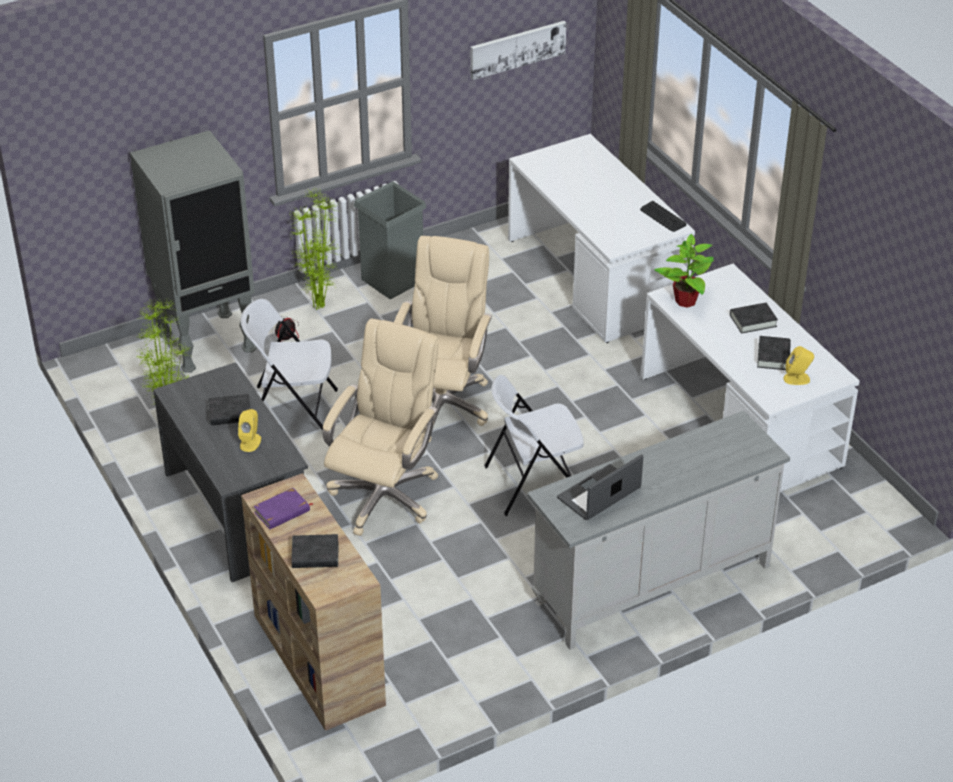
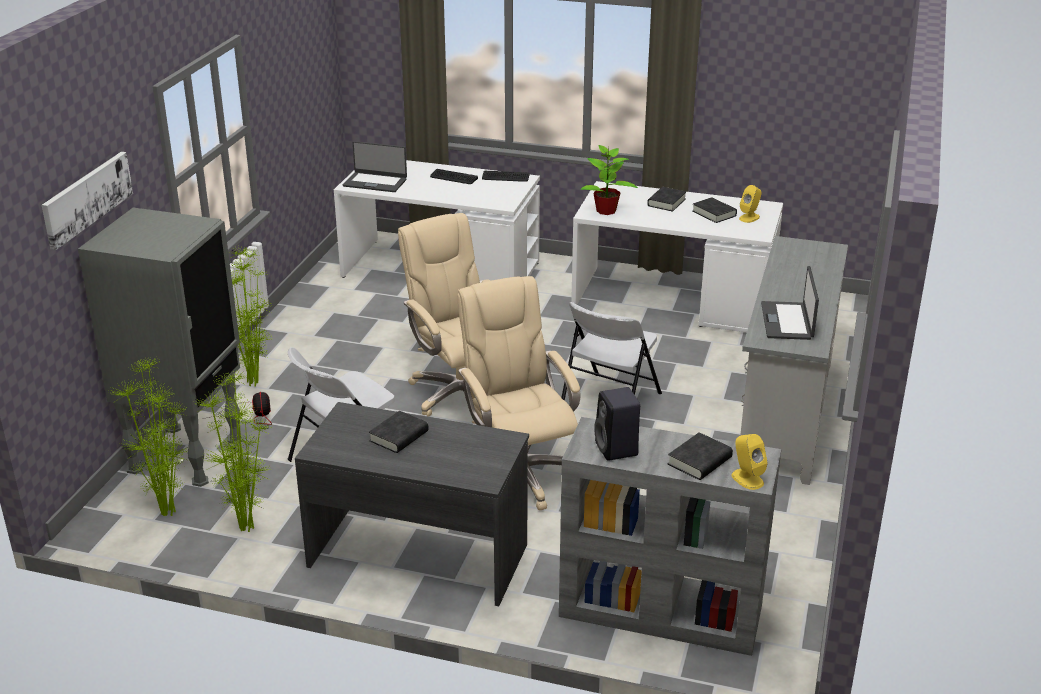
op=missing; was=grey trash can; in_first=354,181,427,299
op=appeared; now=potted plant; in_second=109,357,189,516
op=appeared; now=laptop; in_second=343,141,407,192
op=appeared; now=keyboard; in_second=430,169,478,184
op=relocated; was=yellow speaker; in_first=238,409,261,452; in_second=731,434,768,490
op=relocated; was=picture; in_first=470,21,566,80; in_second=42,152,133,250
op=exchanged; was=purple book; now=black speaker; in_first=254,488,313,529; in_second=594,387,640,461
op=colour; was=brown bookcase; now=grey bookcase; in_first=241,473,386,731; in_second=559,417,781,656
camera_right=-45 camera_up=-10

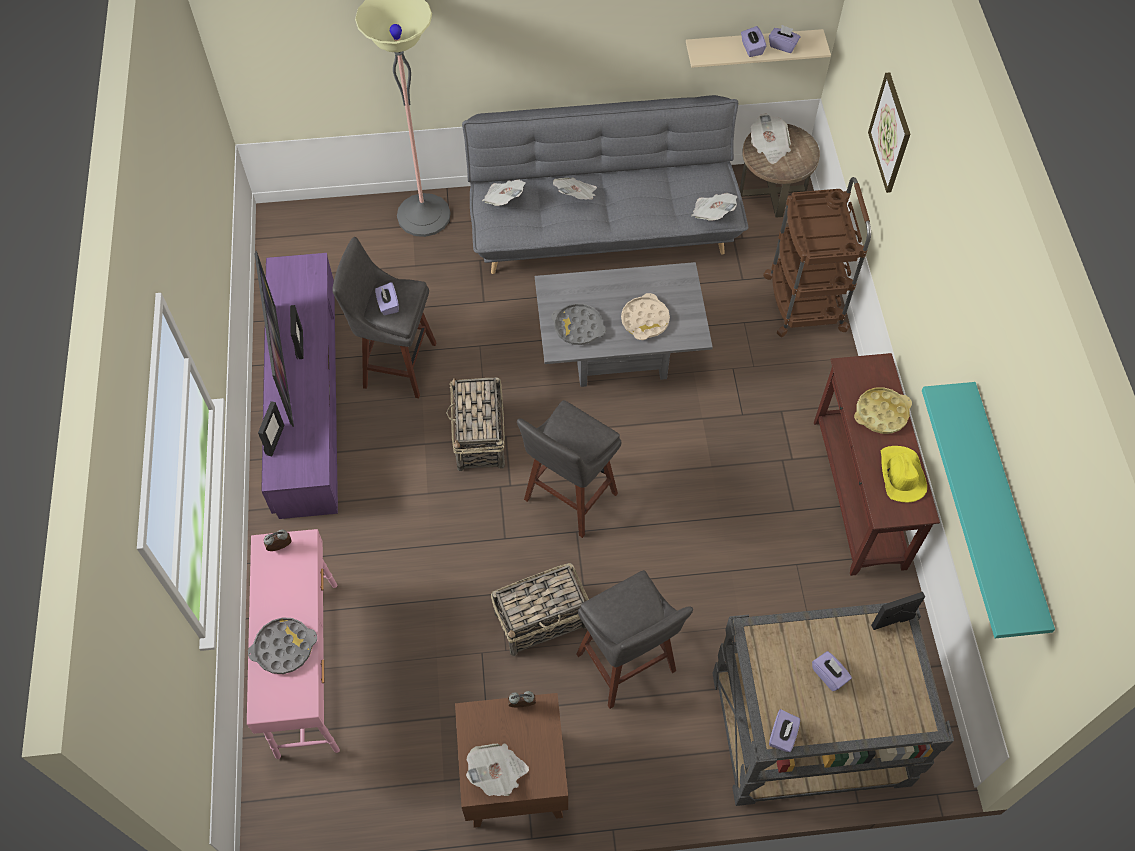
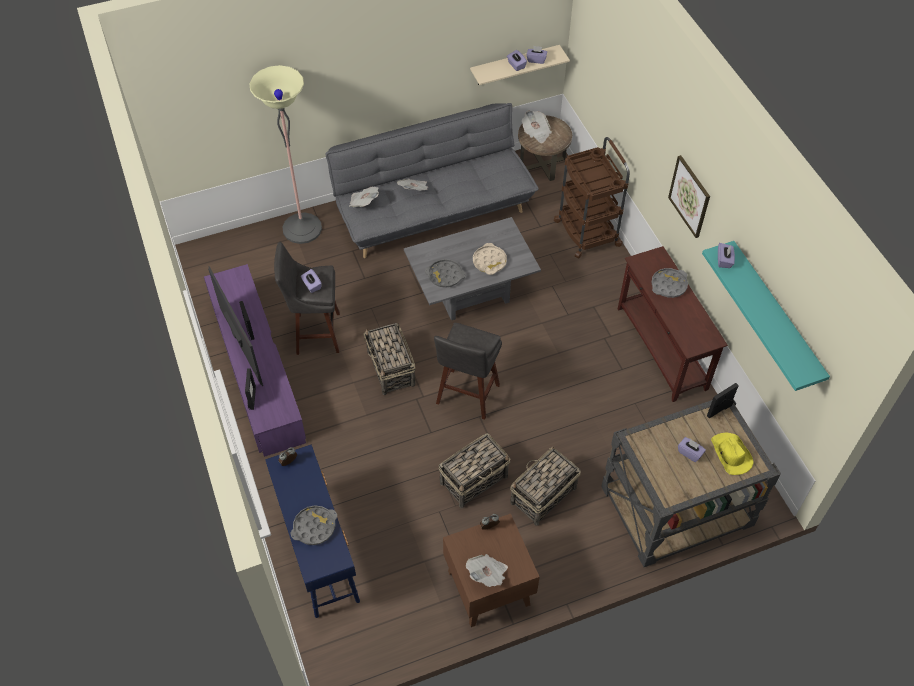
op=missing; was=newspaper; in_first=691,193,737,221
op=relocated; was=purple tissue box; in_first=769,709,800,752; in_second=718,243,735,268
op=relocated; was=picture; in_first=868,72,910,193; in_second=668,155,710,238
op=relocated; was=yellow hat; in_first=881,446,927,503; in_second=711,433,754,475
op=exchanged; was=grey stool; now=basket; in_first=576,570,693,709; in_second=510,446,581,526
op=colour; was=pink console table; now=blue console table; in_first=247,529,340,759; in_second=265,445,360,618
op=colour; was=yellow tray; now=grey tray; in_first=854,387,912,434; in_second=651,268,688,298
camera_right=-15 camera_up=-5

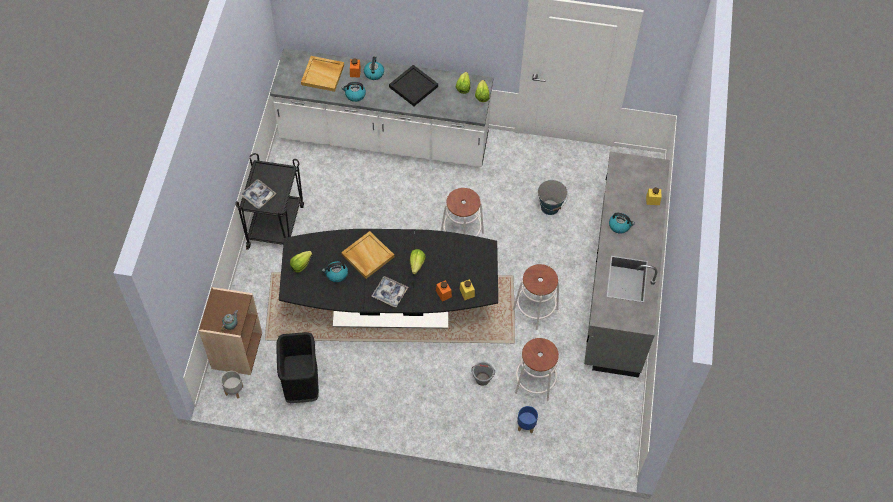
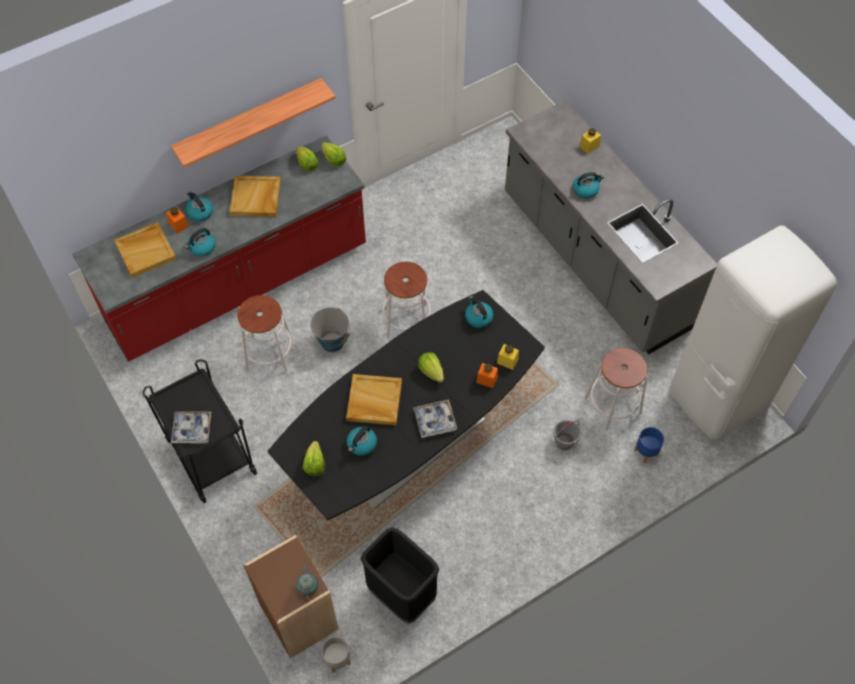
op=appeared; now=shelf; in_second=171,78,336,168
op=appeared; now=kettle; in_second=465,296,493,328
op=appeared; now=white fridge; in_second=670,225,837,439
op=relocated; was=white stool; in_first=513,264,559,330; in_second=237,295,292,372
op=relocated; was=bucket; in_first=538,180,568,215; in_second=310,307,350,352
op=colour; was=white counter; now=red counter; in_first=270,48,493,167; in_second=72,135,366,362
op=colour; was=black tray; now=beige tray; in_first=389,65,438,106; in_second=230,176,281,217
camera_right=-40 camera_up=0

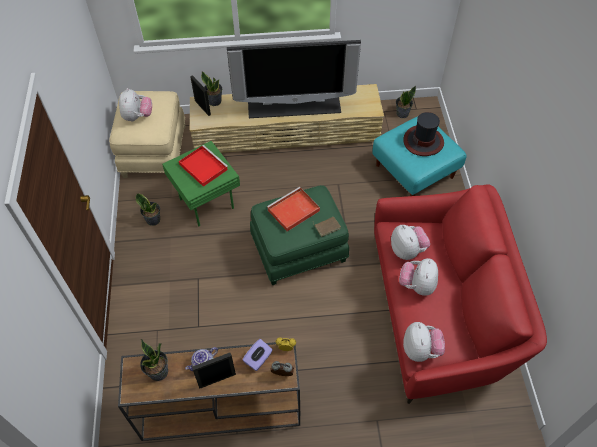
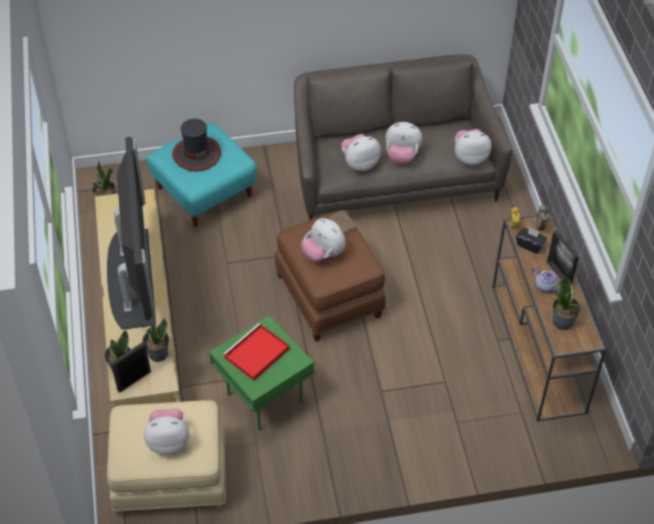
op=relocated; was=potted plant; in_first=135,193,160,226; in_second=142,318,169,362
op=exchanged; was=red tray; now=plush toy; in_first=267,187,320,232; in_second=301,218,346,262
op=colour; was=purple tissue box; now=black tissue box; in_first=242,339,273,371; in_second=516,227,547,254
op=colour; was=green ottoman; now=brown ottoman; in_first=250,185,349,285; in_second=275,211,386,342
op=colour; was=red sofa; now=grey sofa; in_first=374,184,547,404; in_second=294,54,512,220
camera_right=-95 camera_up=-5

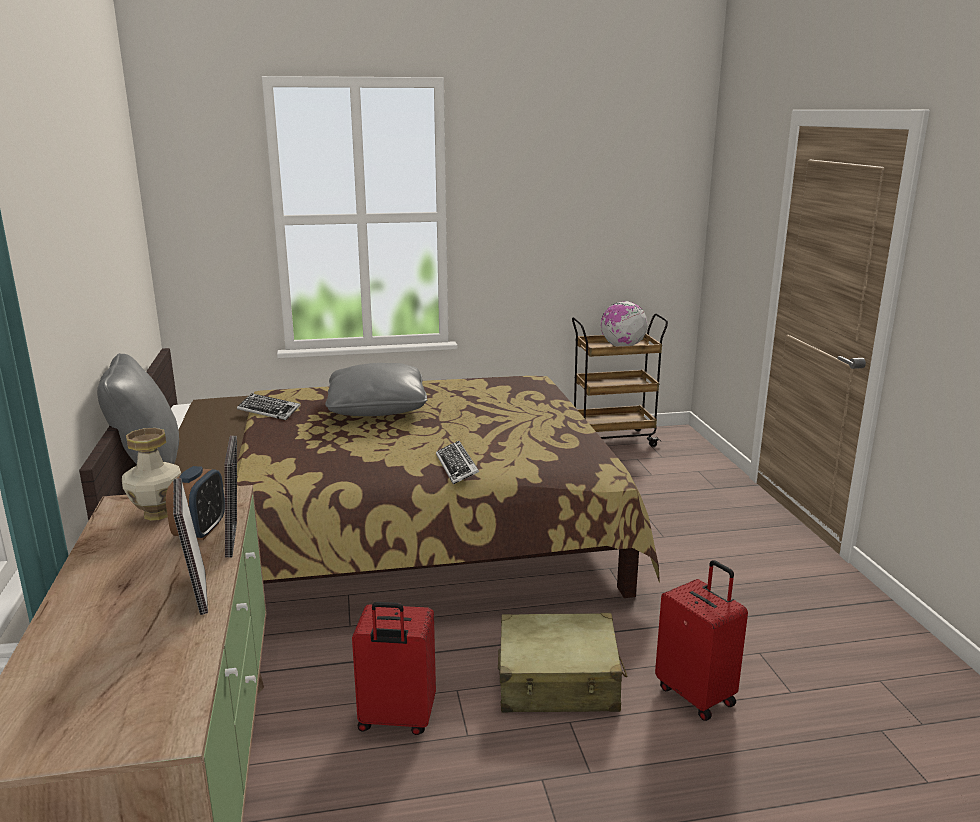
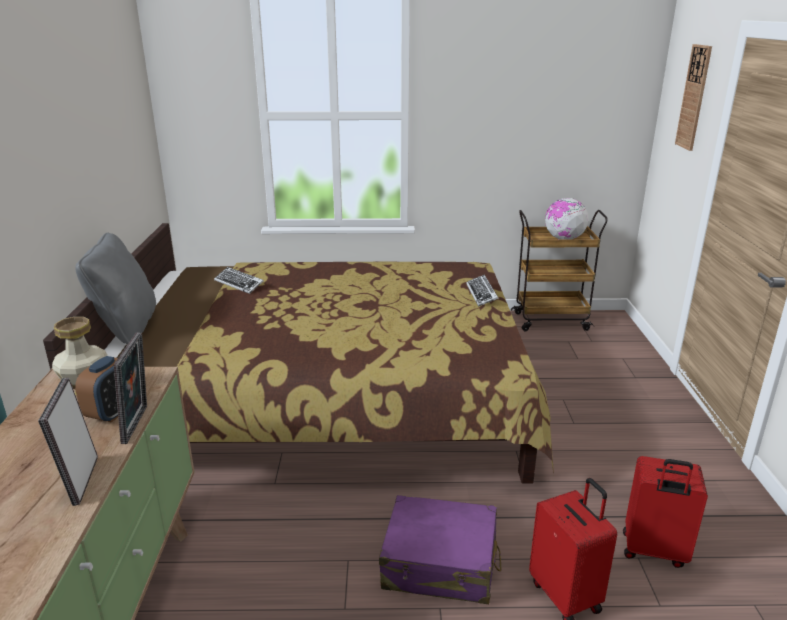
op=missing; was=grey pillow; in_first=325,363,427,416
op=appeared; now=wall clock; in_second=675,44,712,151
op=relocated; was=red suitcase; in_first=352,602,436,735; in_second=623,456,708,568
op=relocated; was=keyboard; in_first=436,441,479,484; in_second=466,275,498,307
op=colour; was=beige suitcase; now=purple suitcase; in_first=498,613,627,713; in_second=379,495,501,604
camera_right=10 camera_up=5

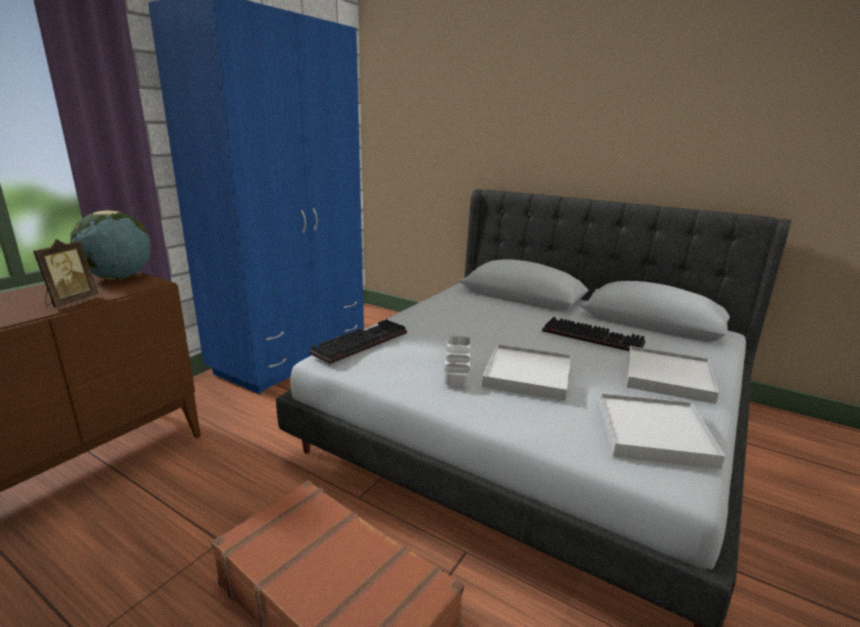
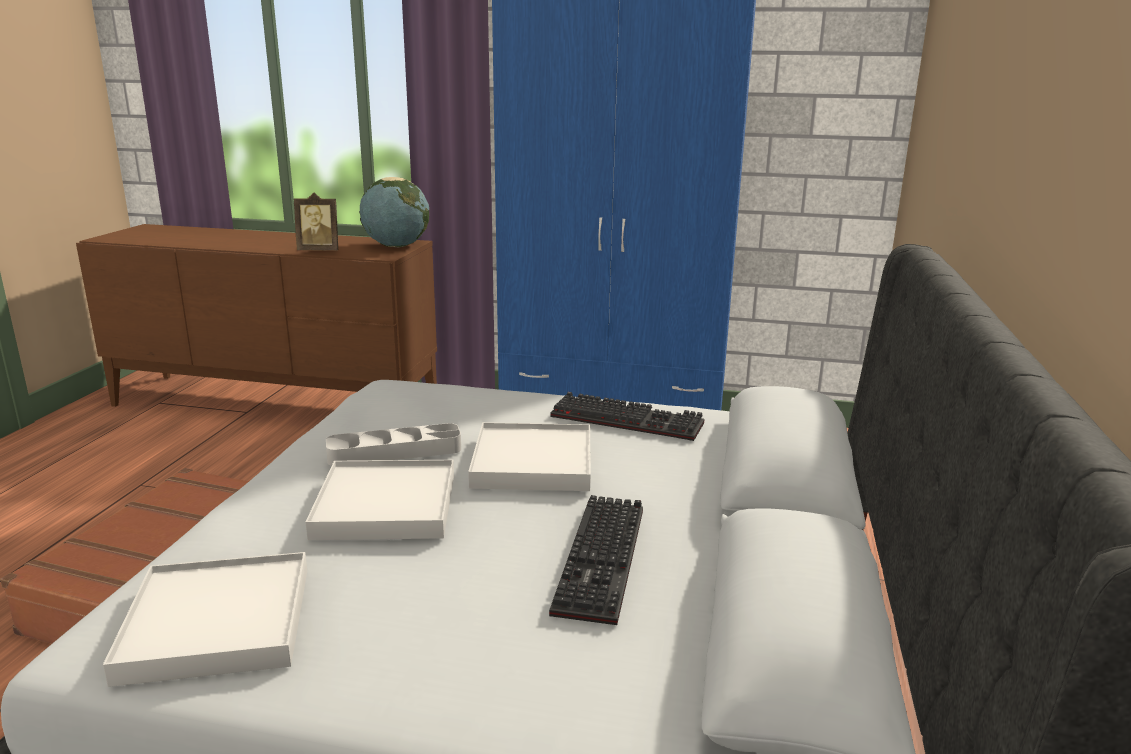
op=relocated; was=keyboard; in_first=310,319,407,364; in_second=551,392,704,441
op=relocated; was=white tray; in_first=627,346,719,404; in_second=468,422,591,491
camera_right=70 camera_up=0

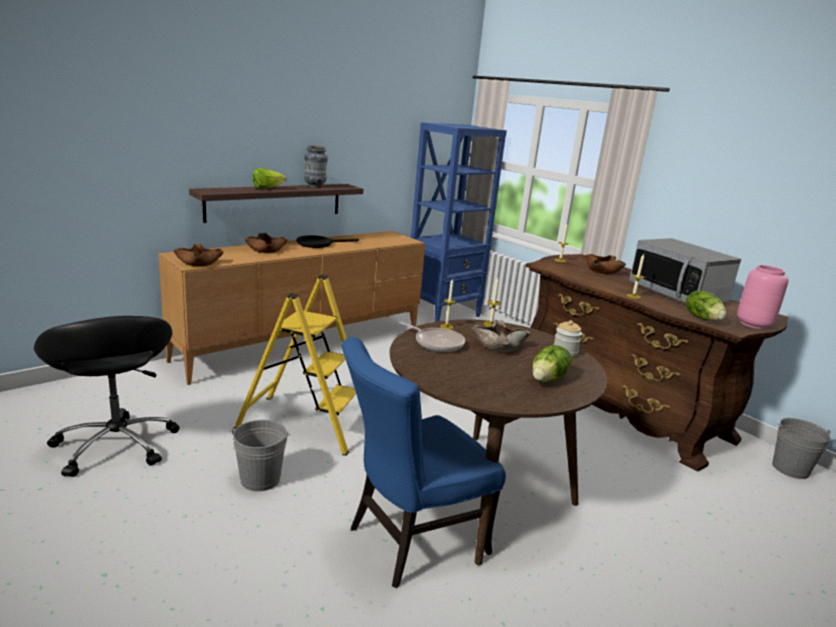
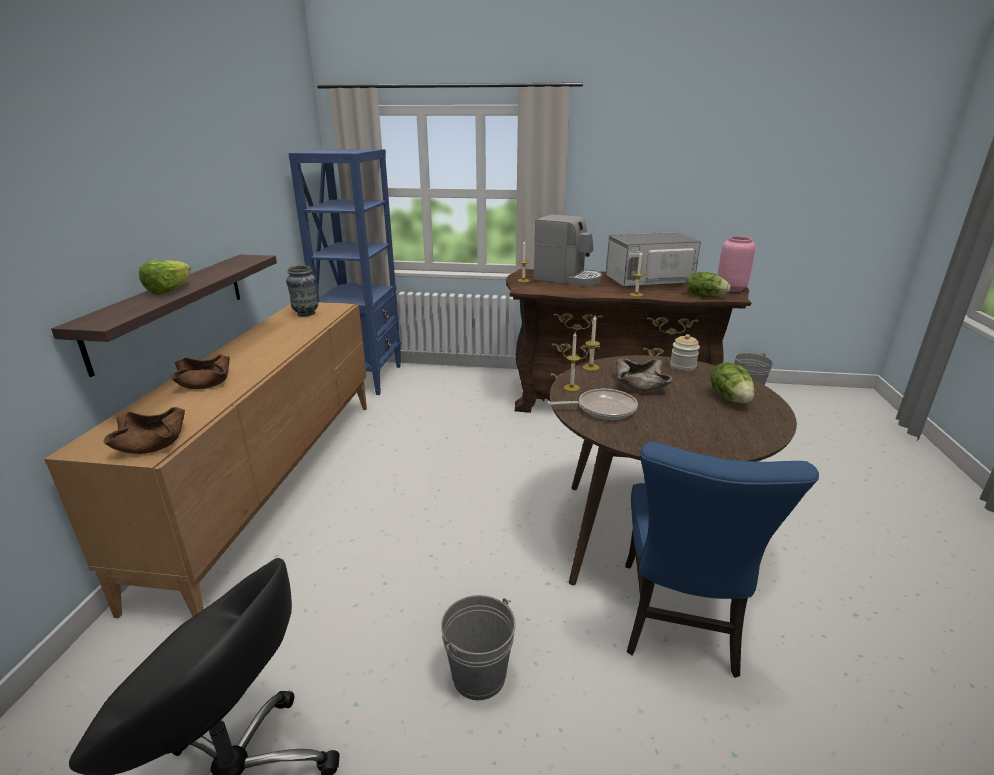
op=missing; was=yellow step ladder; in_first=233,275,356,456
op=missing; was=black frying pan; in_first=297,235,359,248
op=relocated; was=vase; in_first=304,145,328,188; in_second=286,265,318,317
op=exchanged; was=brown bowl; now=coffee machine; in_first=585,254,626,274; in_second=534,214,602,286
op=spun; was=microwave; in_first=629,238,741,303; in_second=606,232,701,287; clockwise=150
camera_right=-40 camera_up=5

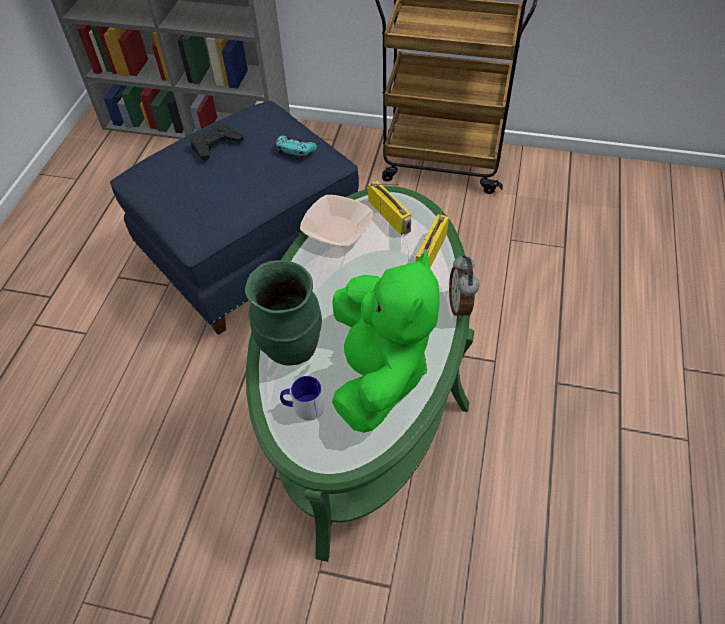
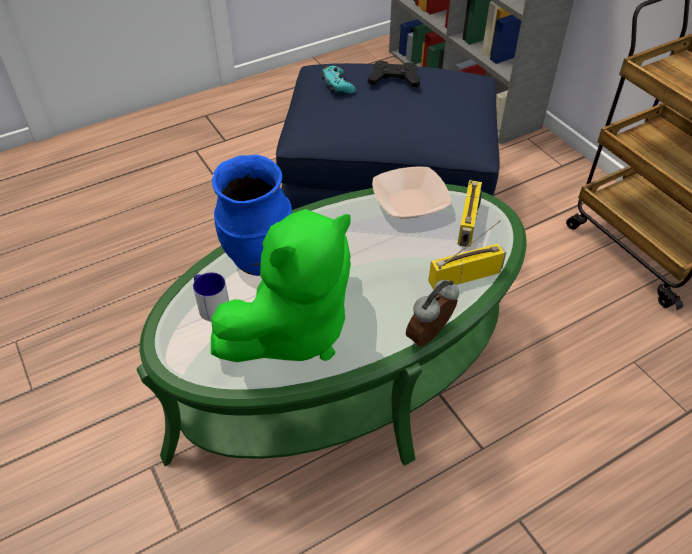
op=relocated; was=turquoise game controller; in_first=276,136,317,159; in_second=322,66,356,93
op=colour; was=green vase; now=blue vase; in_first=245,260,322,366; in_second=212,155,292,276
camera_right=45 camera_up=-5

